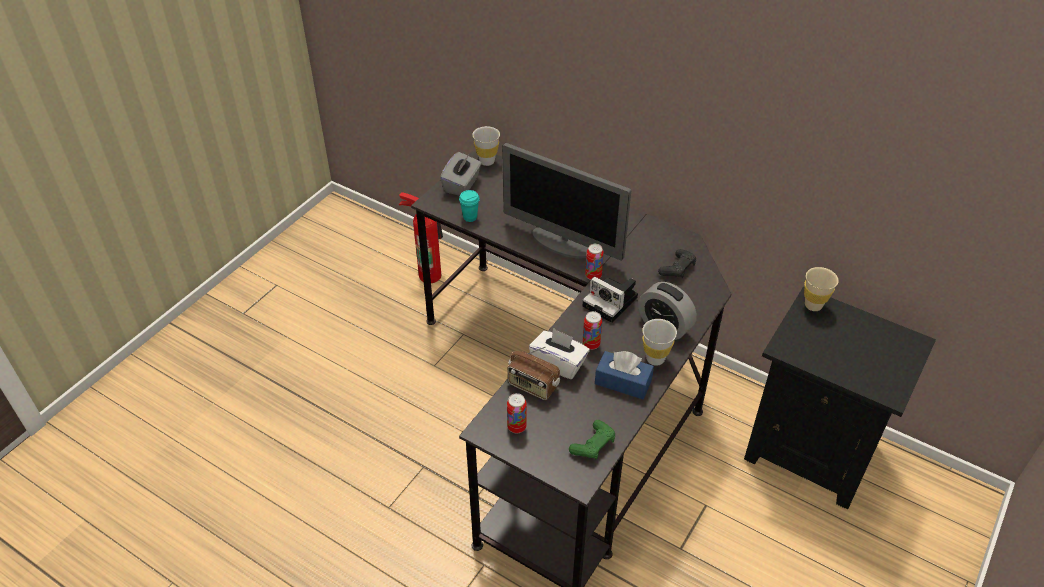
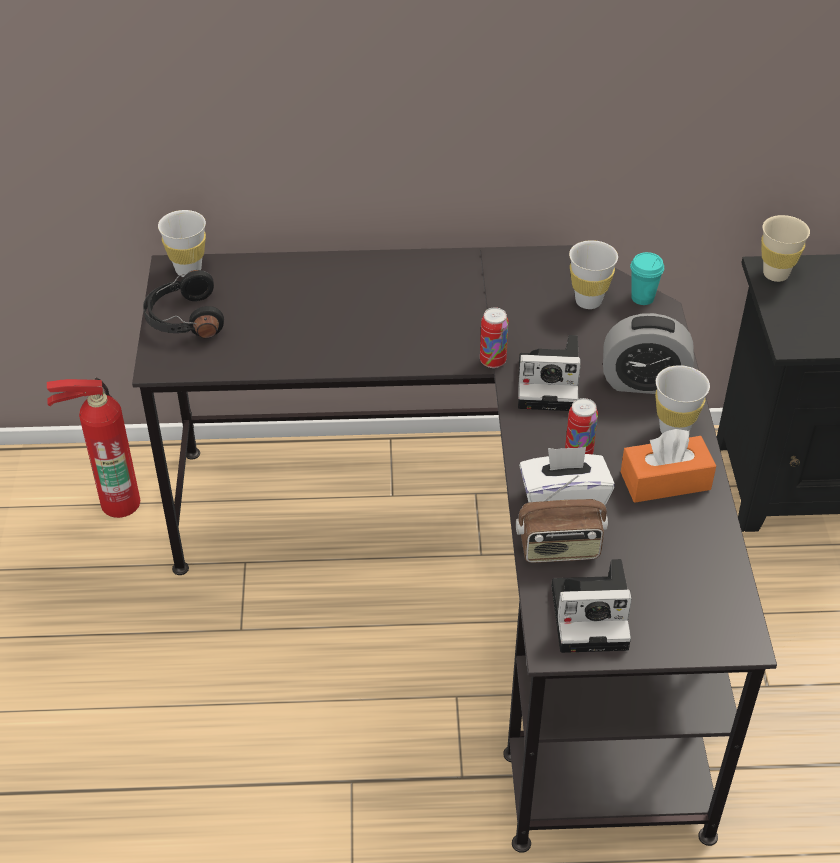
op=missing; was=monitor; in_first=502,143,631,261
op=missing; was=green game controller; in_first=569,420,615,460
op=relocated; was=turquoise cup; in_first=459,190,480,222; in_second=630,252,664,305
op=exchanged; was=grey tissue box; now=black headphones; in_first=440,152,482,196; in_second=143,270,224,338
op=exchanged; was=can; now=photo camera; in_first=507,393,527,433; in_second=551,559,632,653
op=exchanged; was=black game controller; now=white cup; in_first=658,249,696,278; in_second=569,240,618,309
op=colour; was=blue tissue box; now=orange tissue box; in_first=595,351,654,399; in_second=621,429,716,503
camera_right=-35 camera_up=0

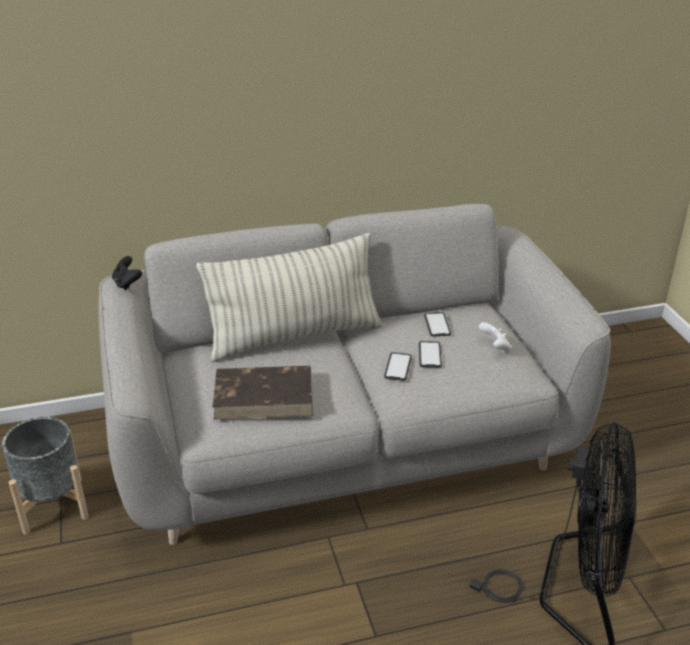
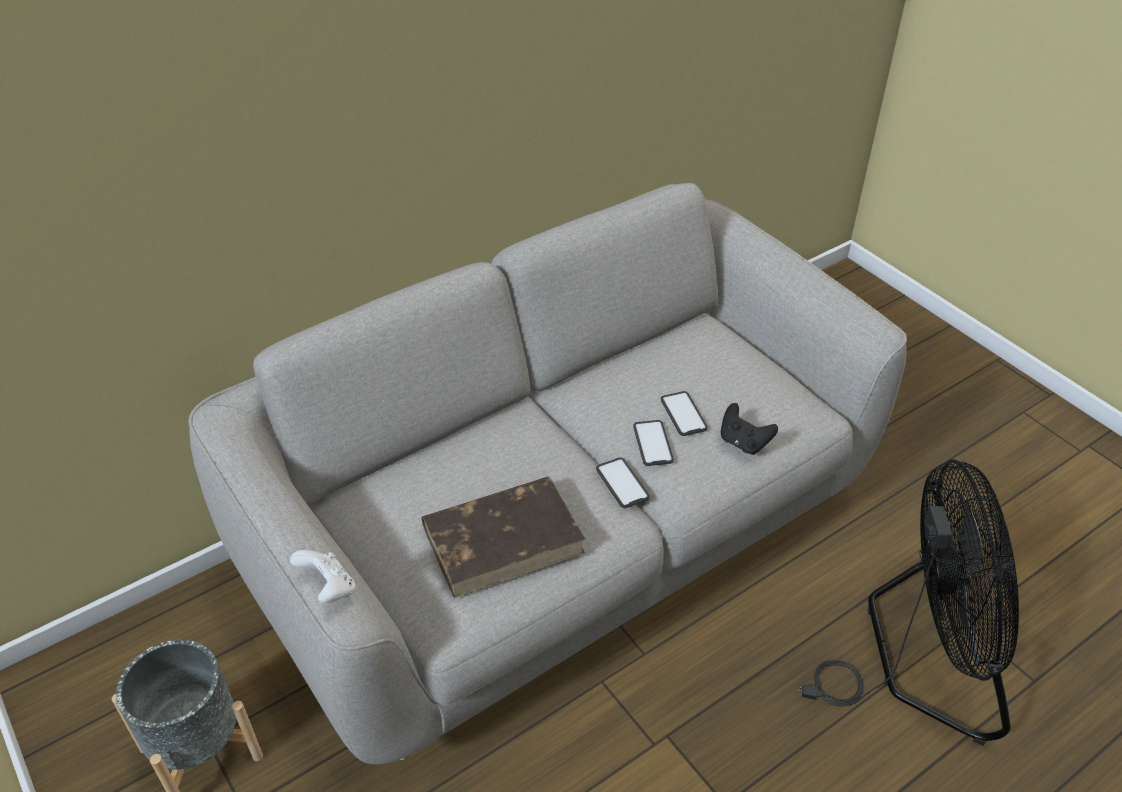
op=missing; was=pillow; in_first=197,233,382,362
op=relocated; was=black game controller; in_first=112,256,142,291; in_second=721,403,778,455
op=relocated; was=phone; in_first=424,312,451,337; in_second=596,458,650,508
op=relocated; was=white game controller; in_first=479,322,512,353; in_second=290,550,355,603
camera_right=-20 camera_up=10

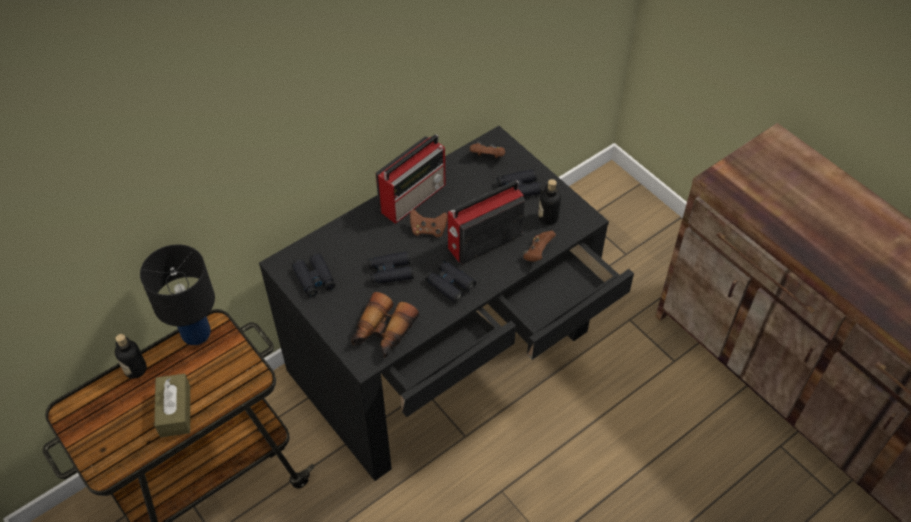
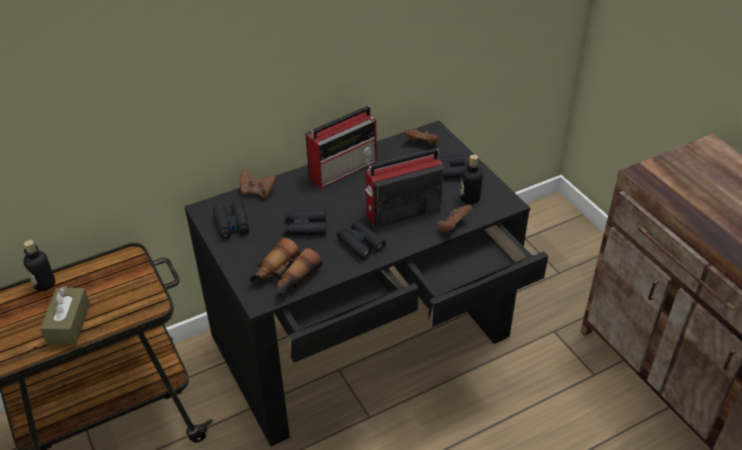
op=missing; was=black table lamp; in_first=140,244,215,345
op=relocated; was=brown game controller; in_first=410,209,448,237; in_second=240,169,276,198
camera_right=10 camera_up=-10

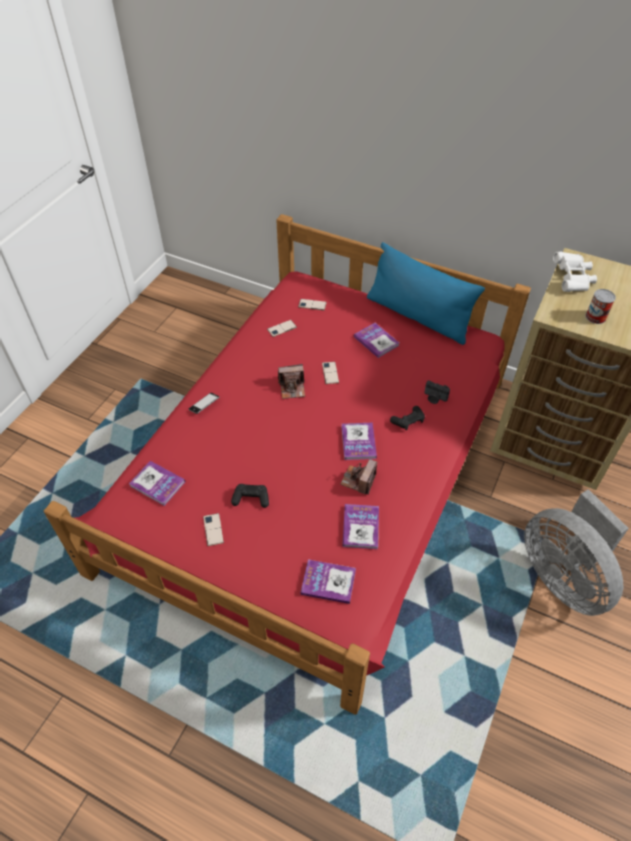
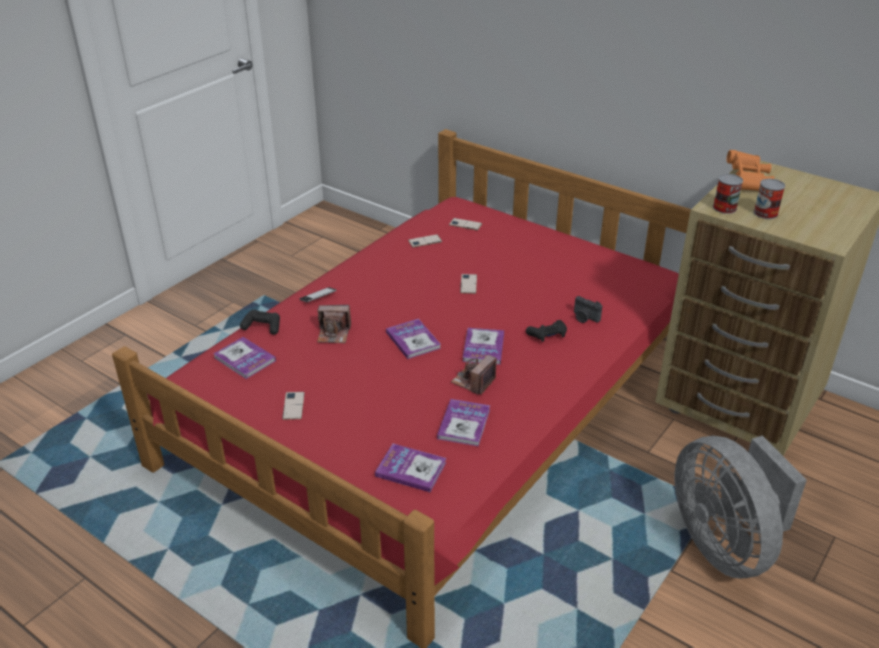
op=missing; was=blue pillow; in_first=367,242,485,345
op=appeared; now=can; in_second=713,174,743,214
op=relocated; was=black game controller; in_first=231,484,269,508; in_second=240,310,280,335
op=relocated; was=photo camera; in_first=278,364,305,399; in_second=317,305,351,343
op=relocated; was=book; in_first=354,323,399,358; in_second=386,319,441,359
op=colour; was=white binoculars; now=orange binoculars; in_first=553,252,597,292; in_second=727,150,775,191
camera_right=10 camera_up=-15

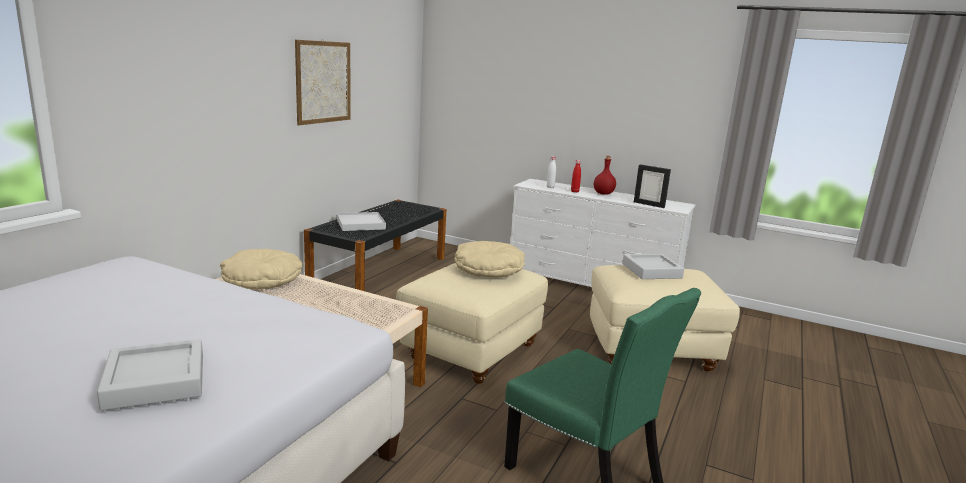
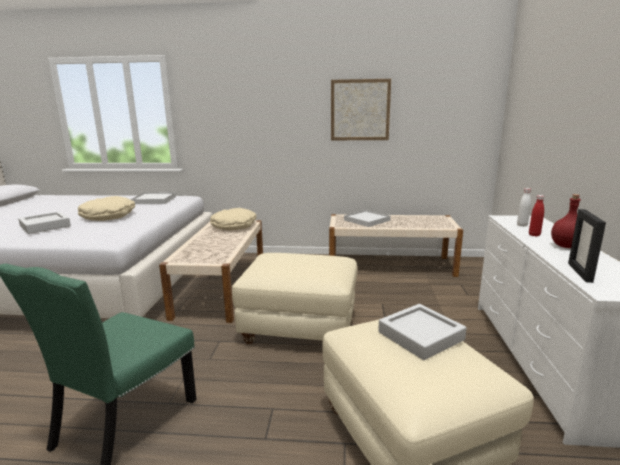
op=appeared; now=white tray; in_second=131,192,176,204
op=relocated; was=beige pillow; in_first=454,241,525,278; in_second=78,196,135,221
op=colour; was=black bench; now=beige bench; in_first=304,199,446,291; in_second=329,214,463,277
camera_right=70 camera_up=0

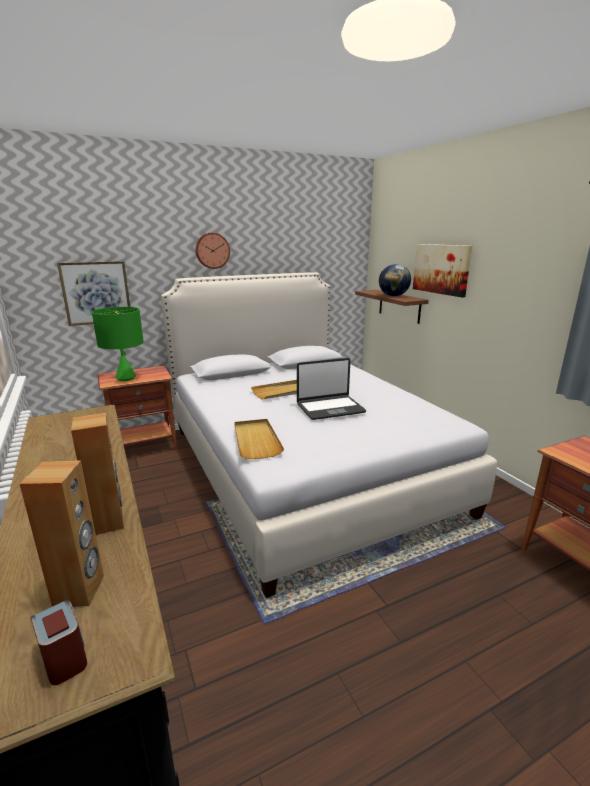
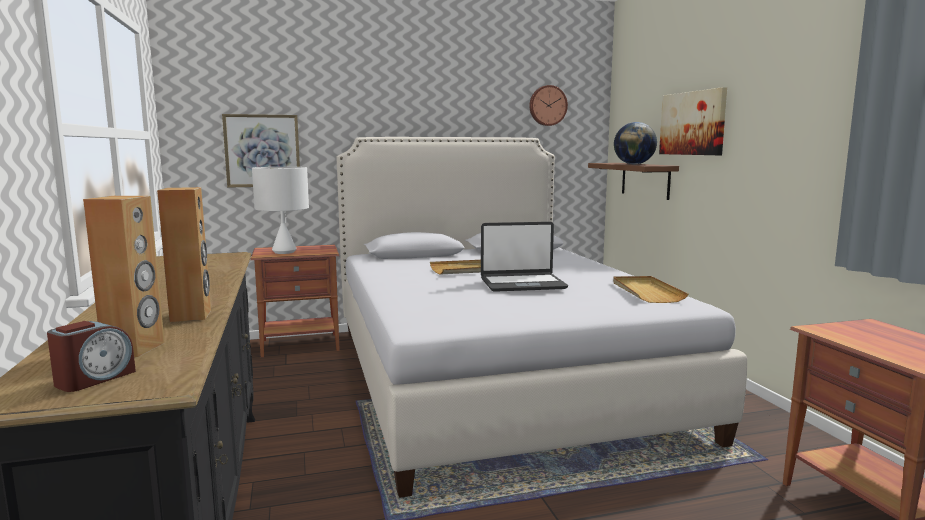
op=relocated; was=wall clock; in_first=195,233,230,269; in_second=529,85,568,126
op=relocated; was=beige tray; in_first=234,419,284,459; in_second=613,276,688,303
op=colour; was=green table lamp; now=white table lamp; in_first=92,307,144,381; in_second=252,167,309,254
op=spun; was=alarm clock; in_first=31,600,87,685; in_second=47,321,136,392; clockwise=60
camera_right=10 camera_up=-10

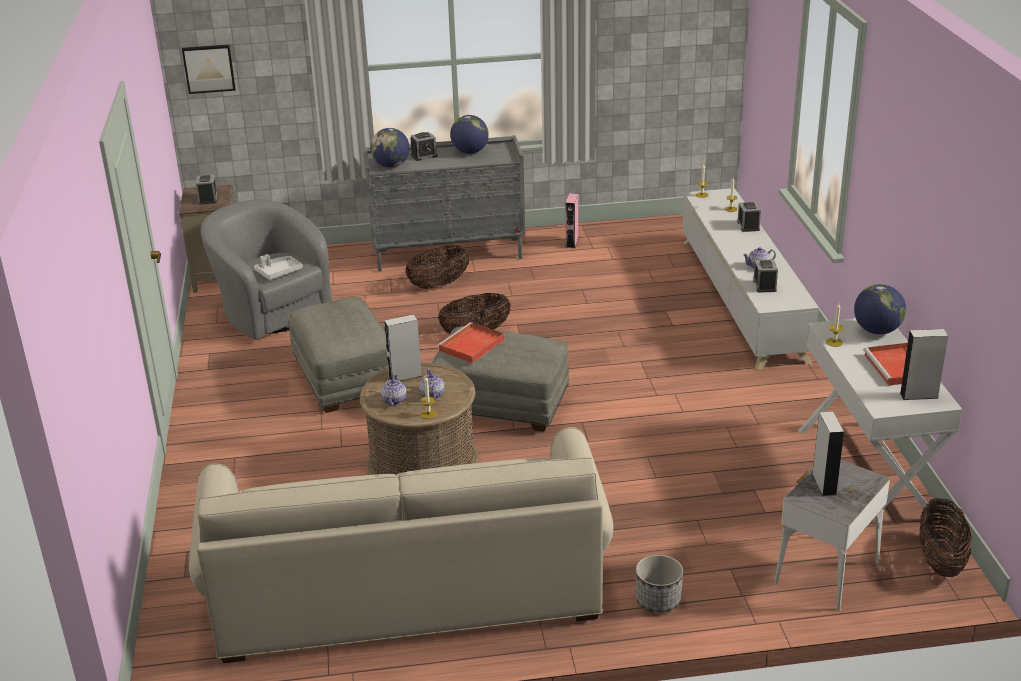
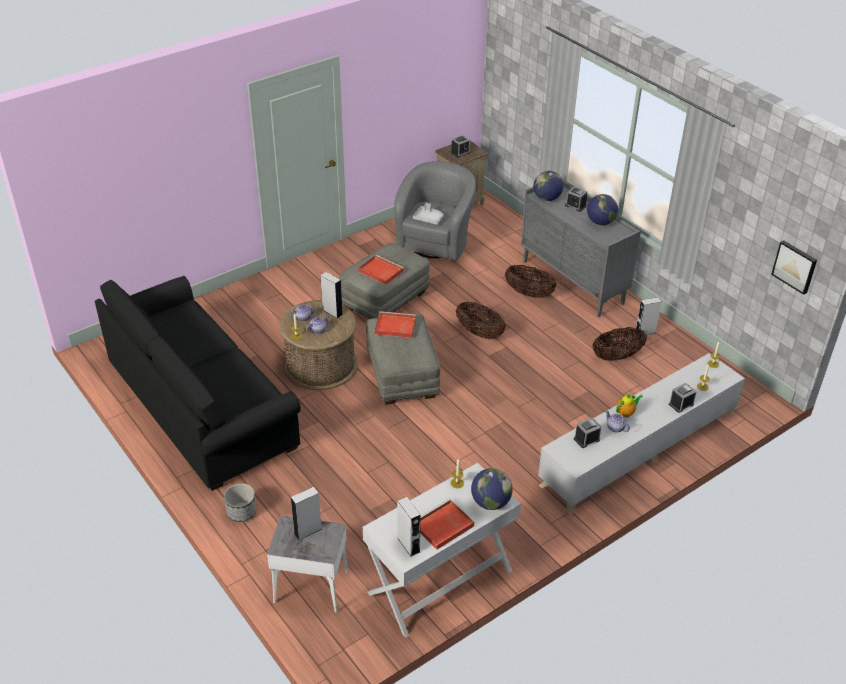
op=appeared; now=red tray; in_second=358,255,404,285
op=appeared; now=teapot; in_second=616,394,643,417
op=relocated; was=picture; in_first=182,45,236,94; in_second=771,240,817,295
op=relocated; was=basket; in_first=919,497,972,577; in_second=593,327,647,361
op=colour; was=beige sofa; now=black sofa; in_first=189,427,613,663; in_second=95,276,301,491
op=colour; was=pink speaker; now=grey speaker; in_first=566,193,578,248; in_second=636,297,662,335
camera_right=60 camera_up=10

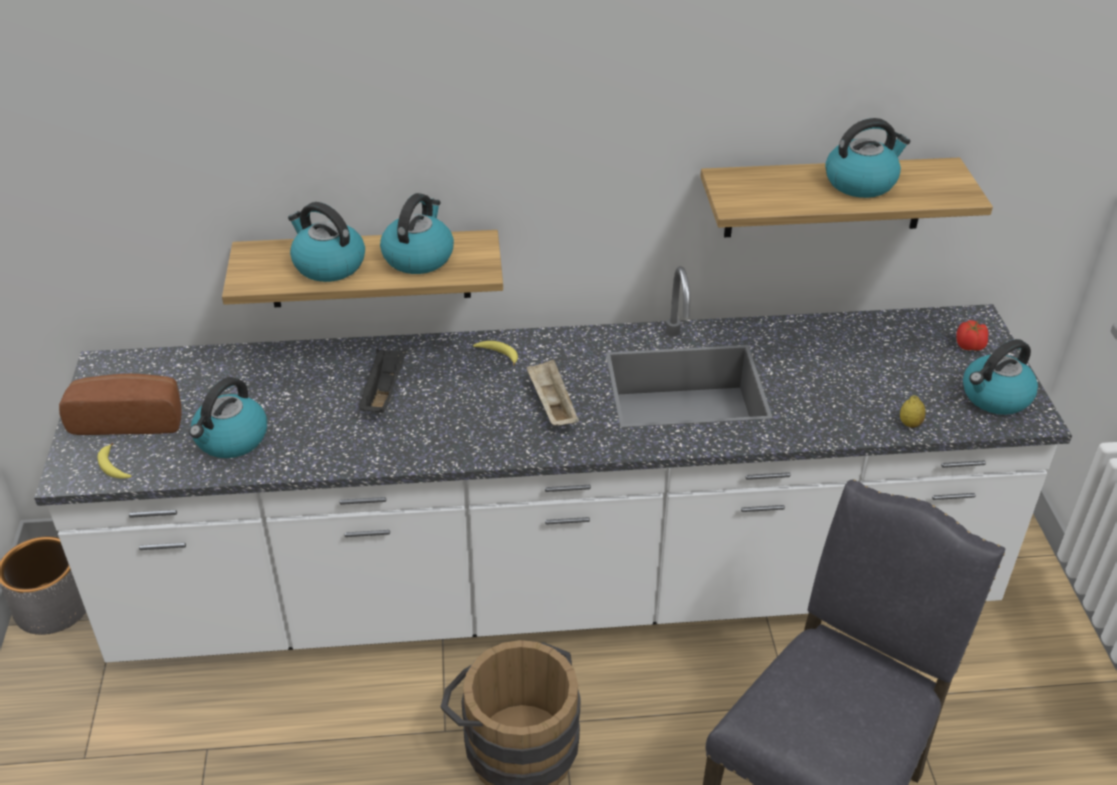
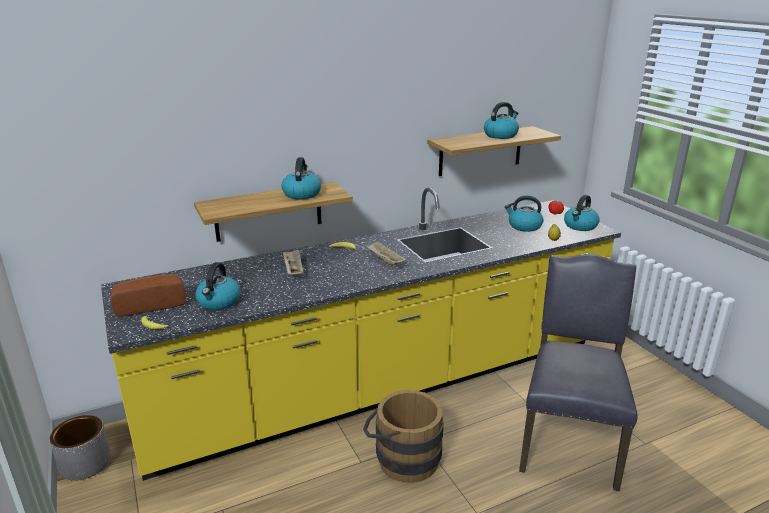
op=relocated; was=kettle; in_first=288,202,365,282; in_second=505,196,543,232
op=colour; was=white counter; now=yellow counter; in_first=34,266,1072,663; in_second=101,188,621,481
op=colour; was=black tray; now=beige tray; in_first=358,349,408,413; in_second=282,250,303,276
camera_right=-20 camera_up=-15

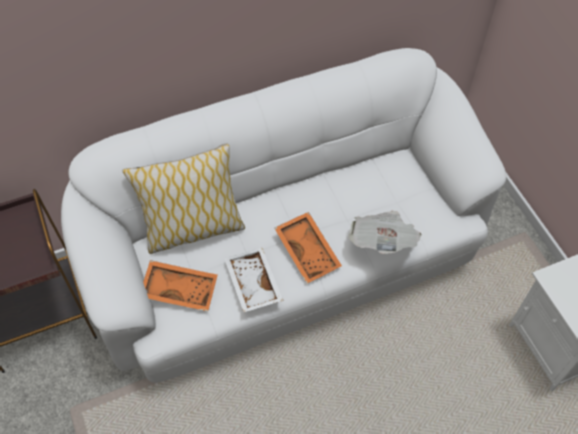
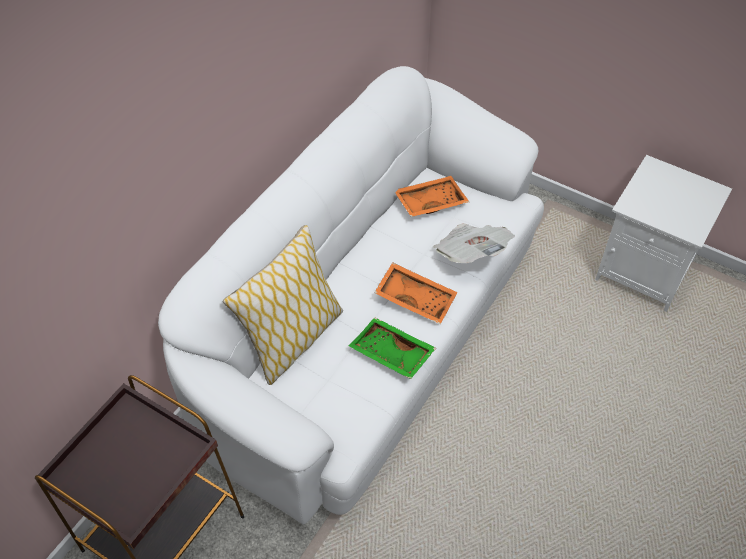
op=relocated; was=orange tray; in_first=143,260,217,311; in_second=395,176,469,217
op=colour; was=white tray; now=green tray; in_first=224,248,284,313; in_second=349,317,436,379
camera_right=-35 camera_up=-5

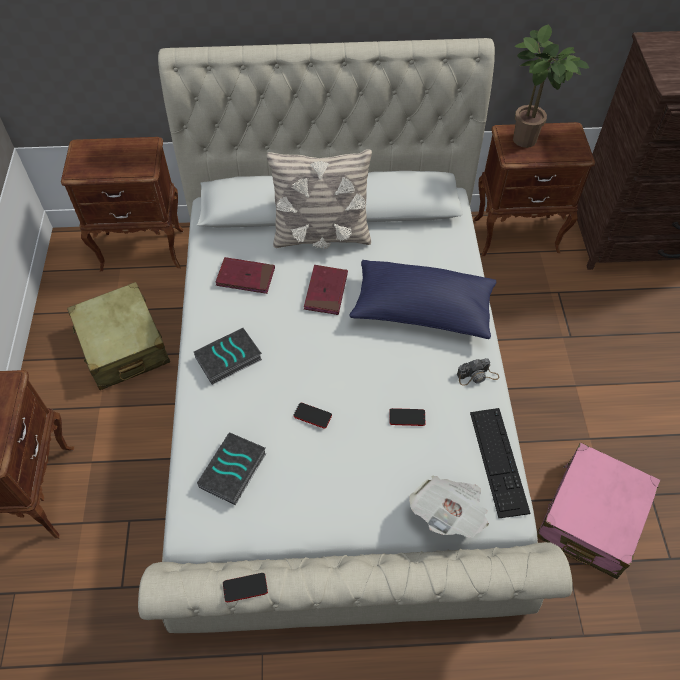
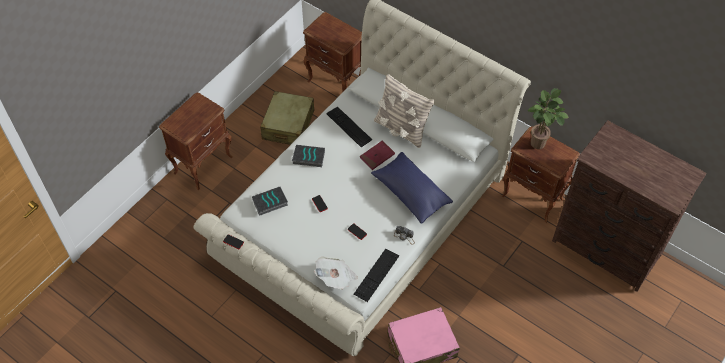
op=exchanged; was=red book; now=keyboard; in_first=215,257,275,294; in_second=326,107,372,147
camera_right=40 camera_up=0

